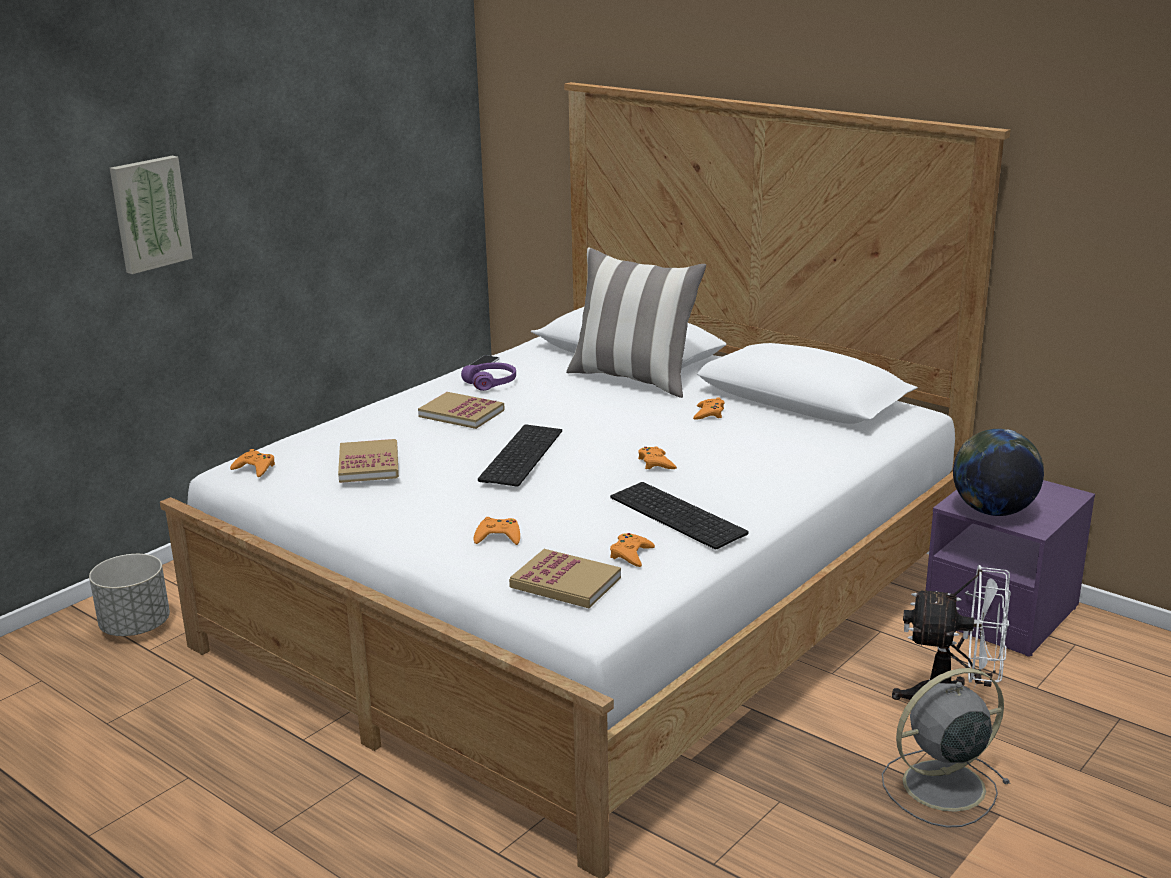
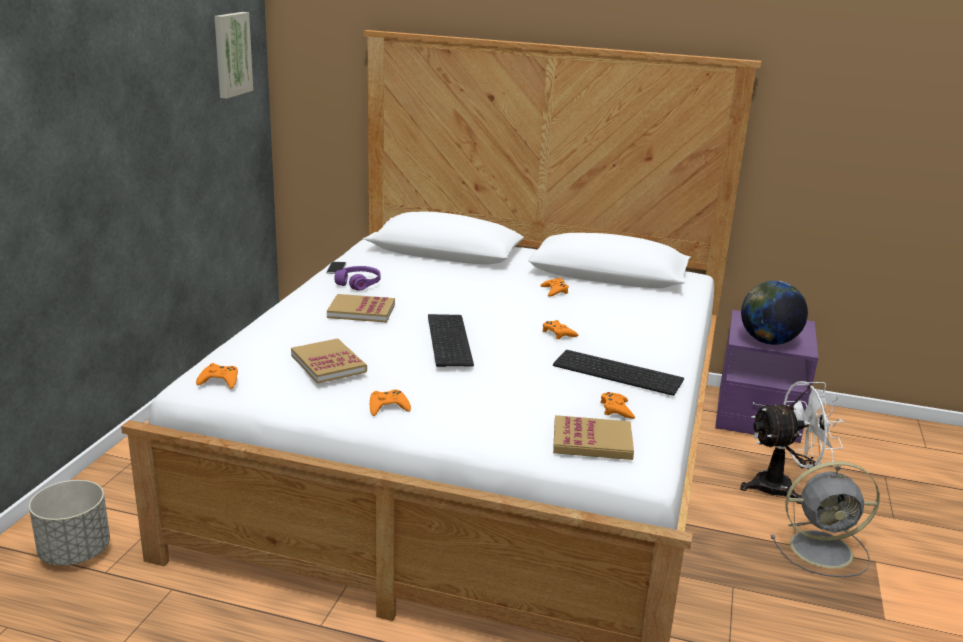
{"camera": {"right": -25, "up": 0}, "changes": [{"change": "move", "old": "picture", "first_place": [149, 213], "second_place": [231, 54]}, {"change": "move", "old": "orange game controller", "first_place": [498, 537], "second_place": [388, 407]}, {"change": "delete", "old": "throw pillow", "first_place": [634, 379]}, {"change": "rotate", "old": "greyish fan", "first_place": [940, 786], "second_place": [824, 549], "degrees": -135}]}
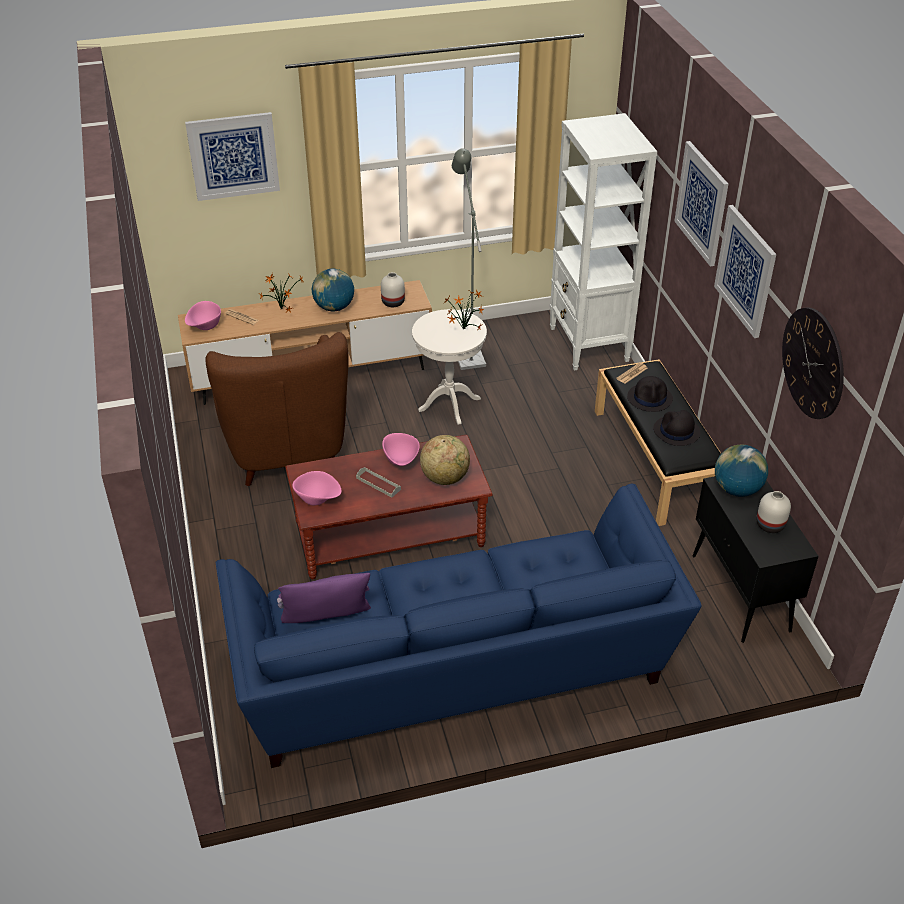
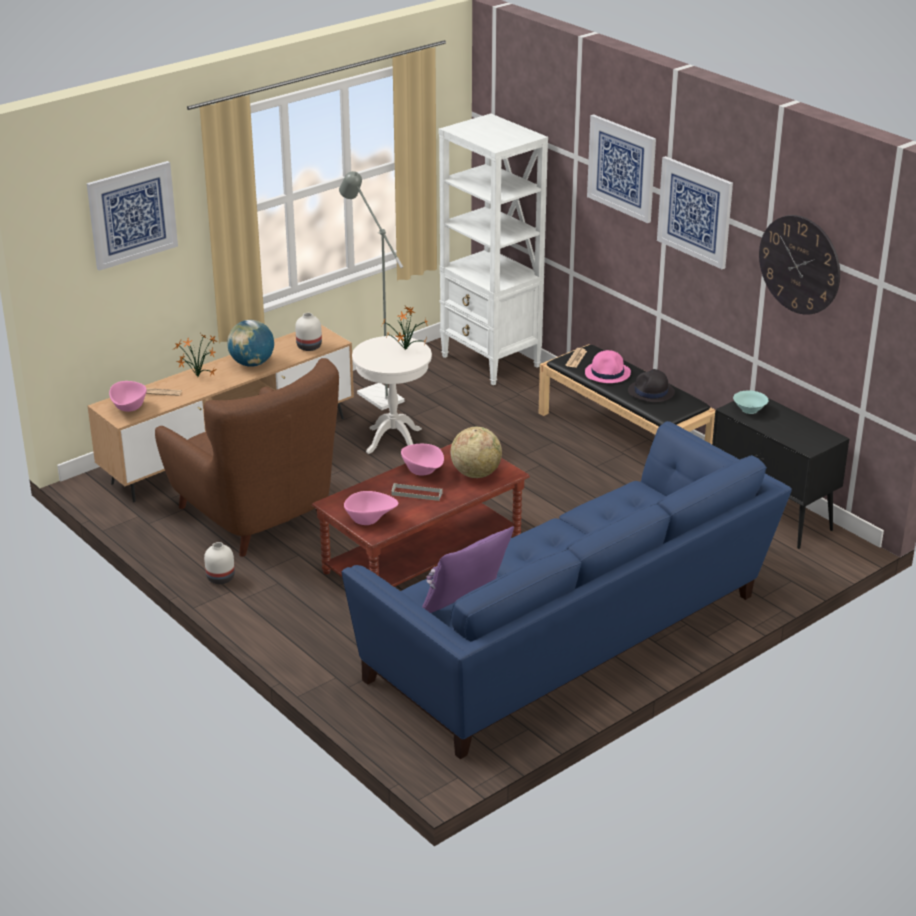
{"camera": {"right": -25, "up": -10}, "changes": [{"change": "recolor", "old": "blackish wearable hat", "new": "pinkish wearable hat", "first_place": [650, 398], "second_place": [608, 373]}, {"change": "replace", "old": "desk globe", "new": "turquoise serving bowl", "first_place": [736, 489], "second_place": [749, 410]}, {"change": "move", "old": "whitish flower vase", "first_place": [770, 524], "second_place": [220, 578]}]}
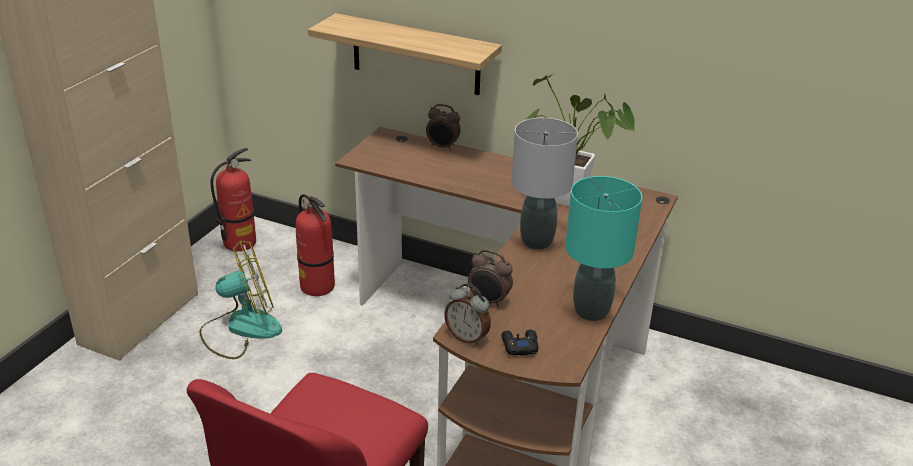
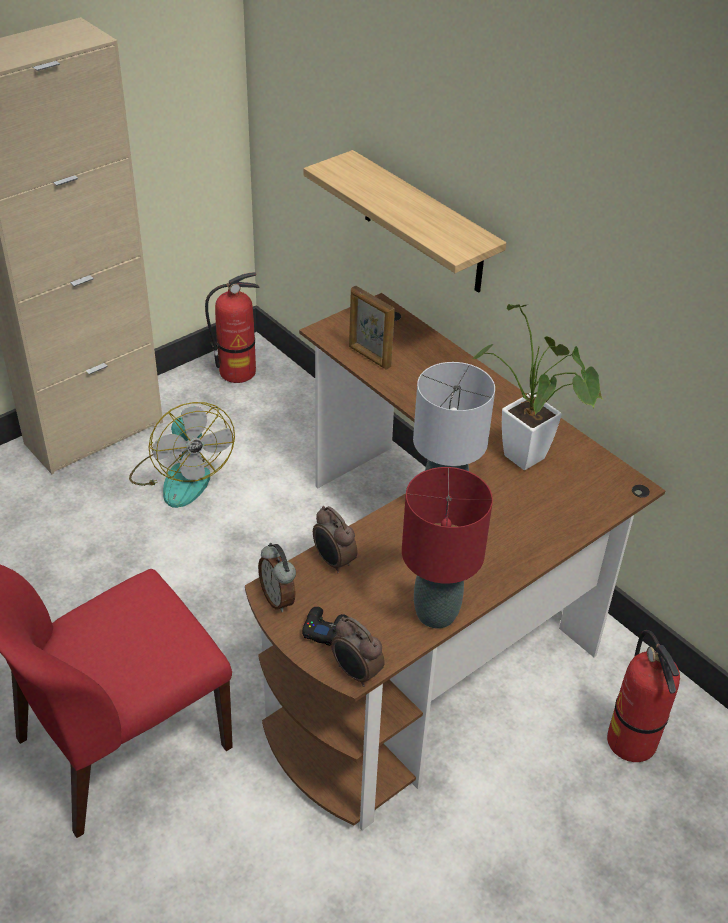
{"camera": {"right": 25, "up": 10}, "changes": [{"change": "rotate", "old": "fan", "first_place": [241, 328], "second_place": [181, 475], "degrees": 60}, {"change": "move", "old": "extinguisher", "first_place": [318, 287], "second_place": [632, 742]}, {"change": "move", "old": "table clock", "first_place": [442, 147], "second_place": [356, 673]}, {"change": "recolor", "old": "turquoise table lamp", "new": "reddish table lamp", "first_place": [590, 311], "second_place": [435, 613]}, {"change": "insert", "new": "photo frame", "second_place": [369, 357]}]}
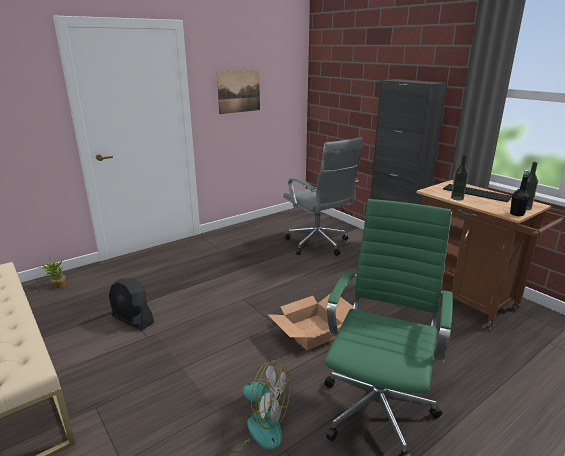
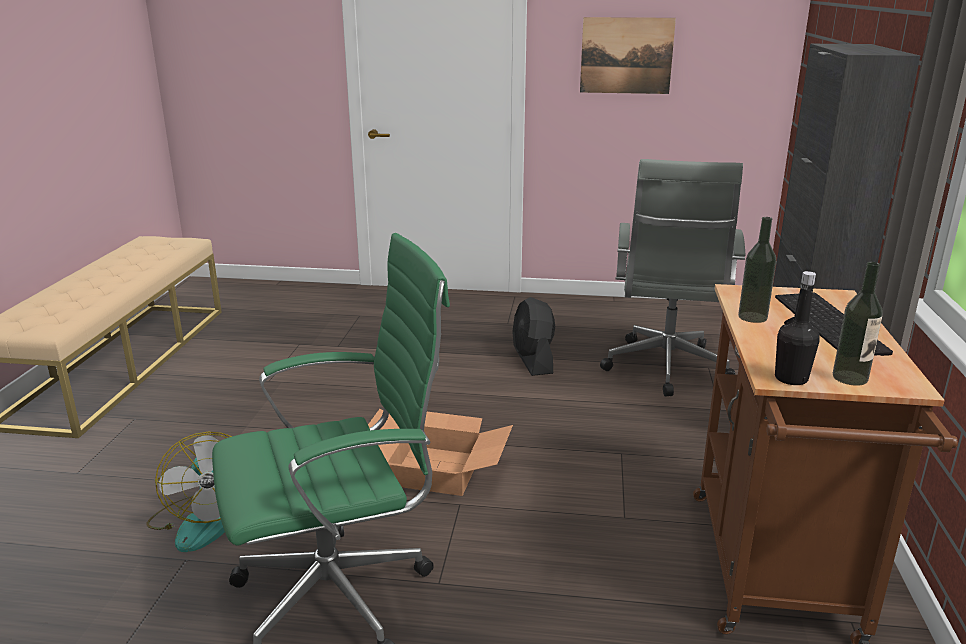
{"camera": {"right": 45, "up": 0}, "changes": [{"change": "delete", "old": "plant in a pot", "first_place": [57, 286]}, {"change": "move", "old": "blackish fan", "first_place": [132, 319], "second_place": [533, 361]}]}
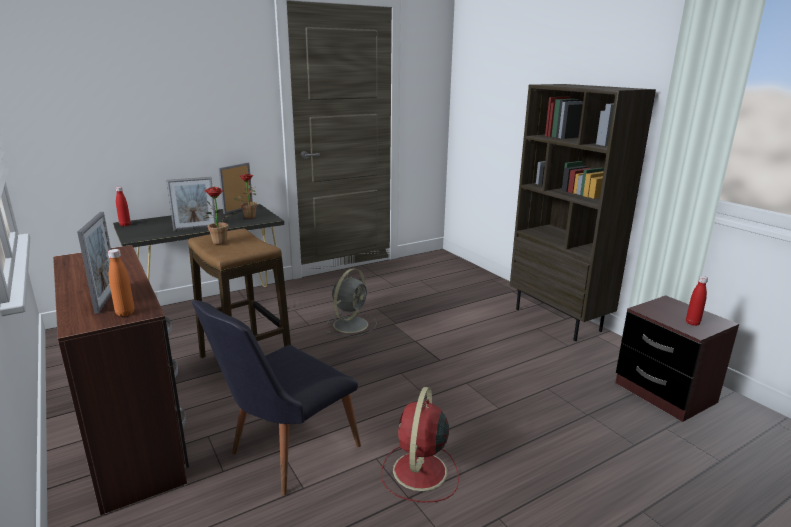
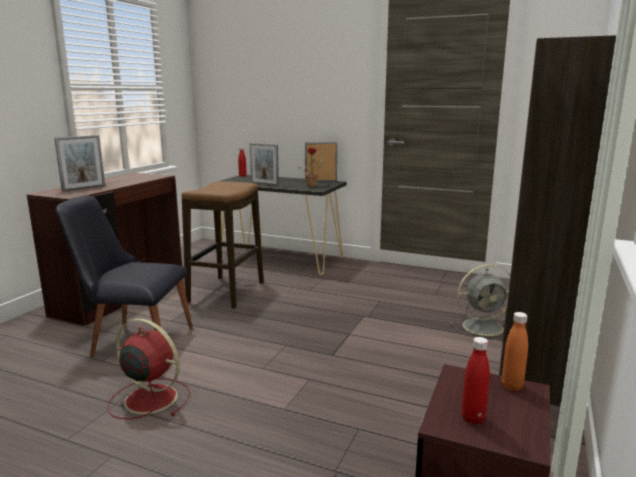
{"camera": {"right": 55, "up": -5}, "changes": [{"change": "move", "old": "orange beverage bottle", "first_place": [125, 313], "second_place": [512, 386]}, {"change": "delete", "old": "plant in a pot", "first_place": [219, 243]}, {"change": "move", "old": "greyish fan", "first_place": [351, 324], "second_place": [484, 327]}, {"change": "rotate", "old": "reddish fan", "first_place": [419, 472], "second_place": [149, 398], "degrees": 45}]}
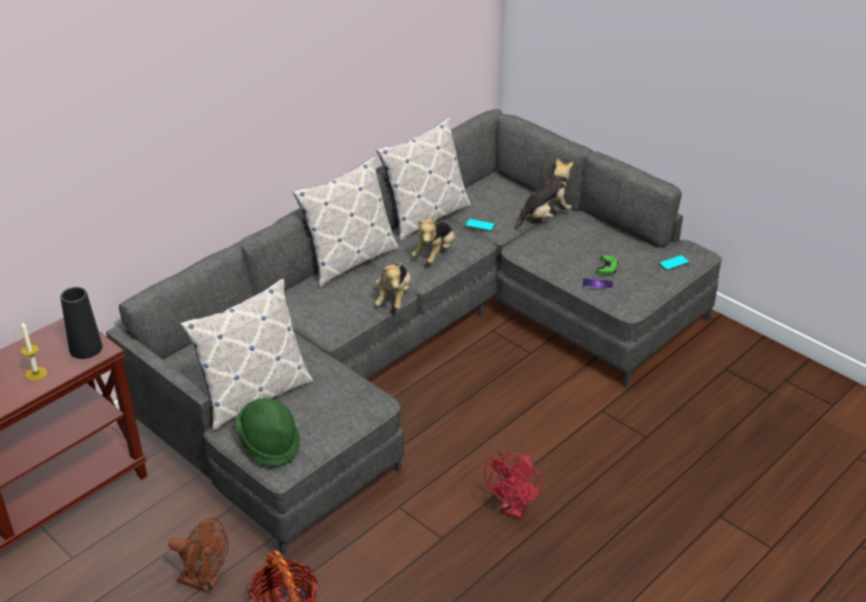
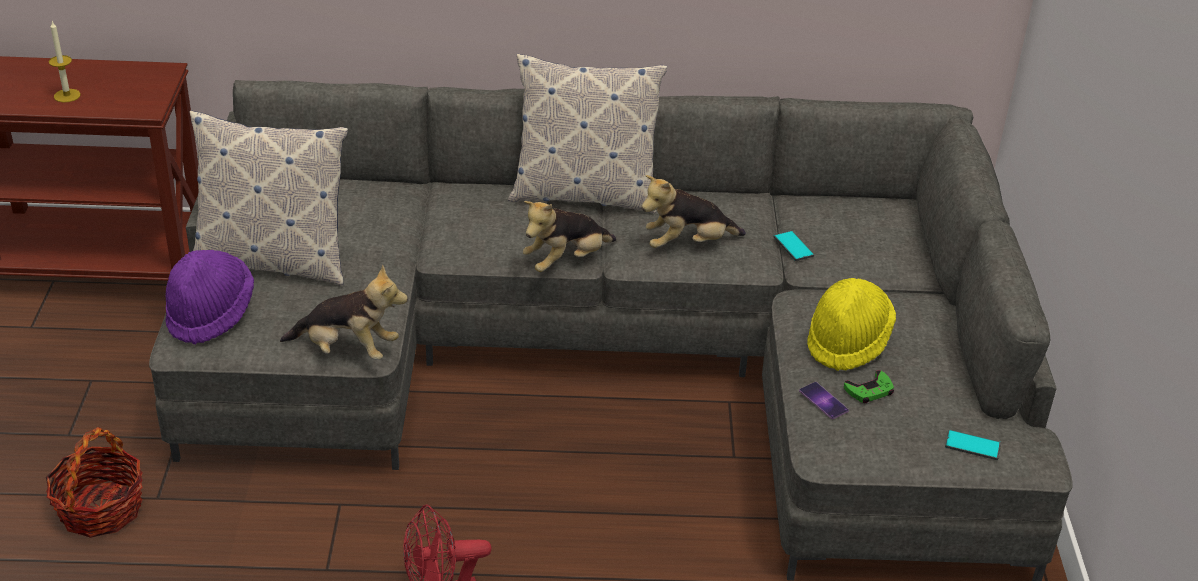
{"camera": {"right": 45, "up": 0}, "changes": [{"change": "delete", "old": "blackish flower vase", "first_place": [86, 348]}, {"change": "delete", "old": "brown-coloured fan", "first_place": [205, 581]}, {"change": "recolor", "old": "green-coloured wearable hat", "new": "purple-coloured wearable hat", "first_place": [269, 443], "second_place": [210, 313]}, {"change": "delete", "old": "throw pillow", "first_place": [425, 217]}, {"change": "move", "old": "cuddly toy", "first_place": [544, 216], "second_place": [347, 350]}, {"change": "insert", "new": "yellow-coloured wearable hat", "second_place": [847, 341]}]}
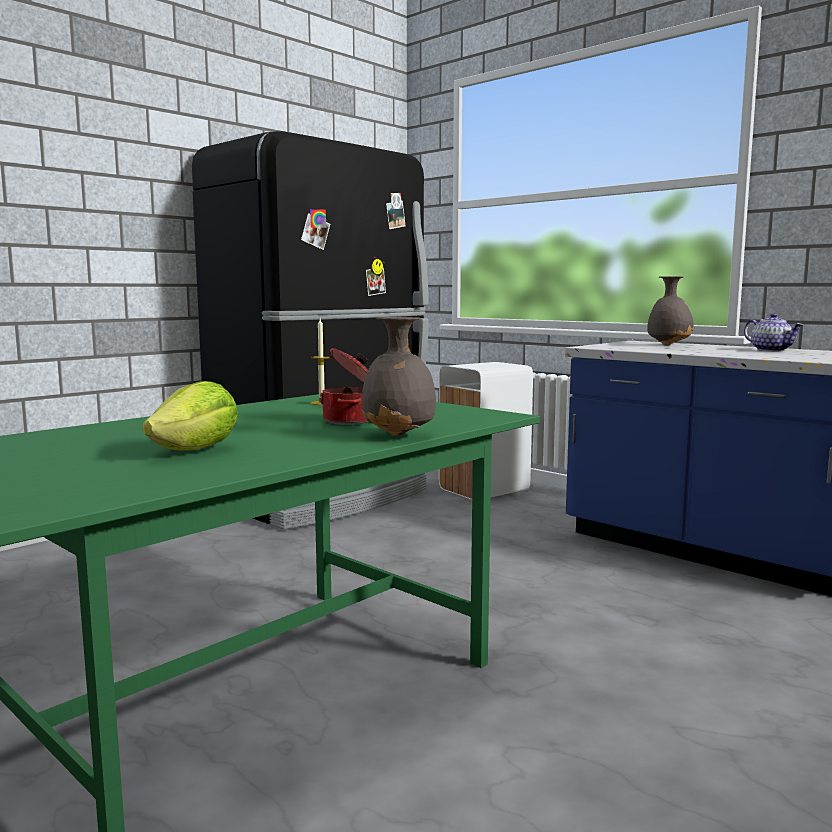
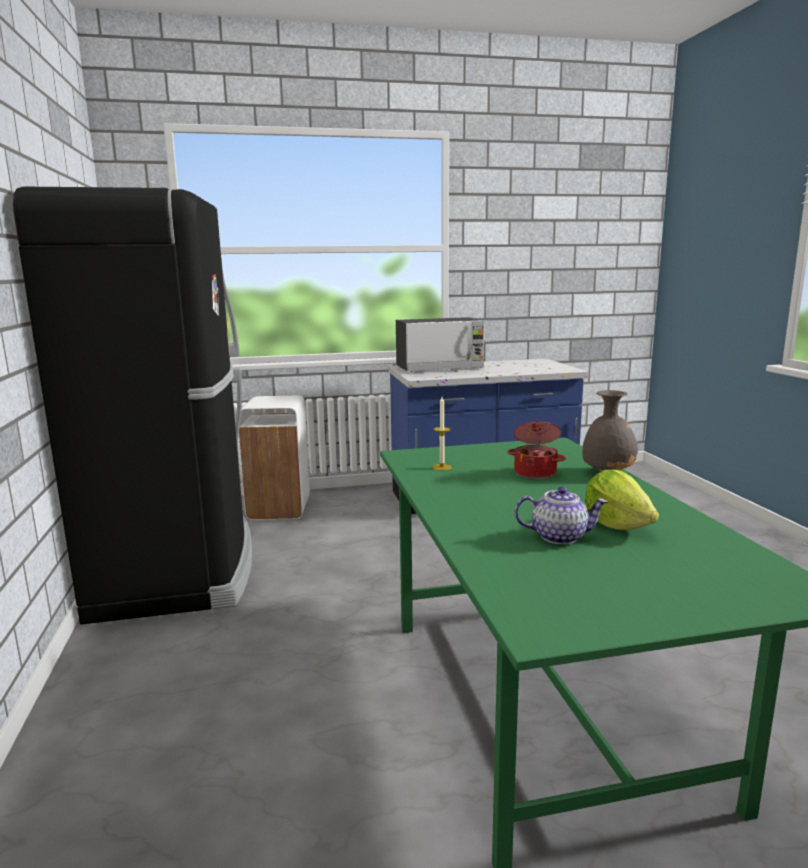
{"camera": {"right": -55, "up": 5}, "changes": [{"change": "replace", "old": "greyish flower vase", "new": "microwave oven", "first_place": [669, 345], "second_place": [440, 368]}, {"change": "move", "old": "teapot", "first_place": [771, 350], "second_place": [559, 536]}]}
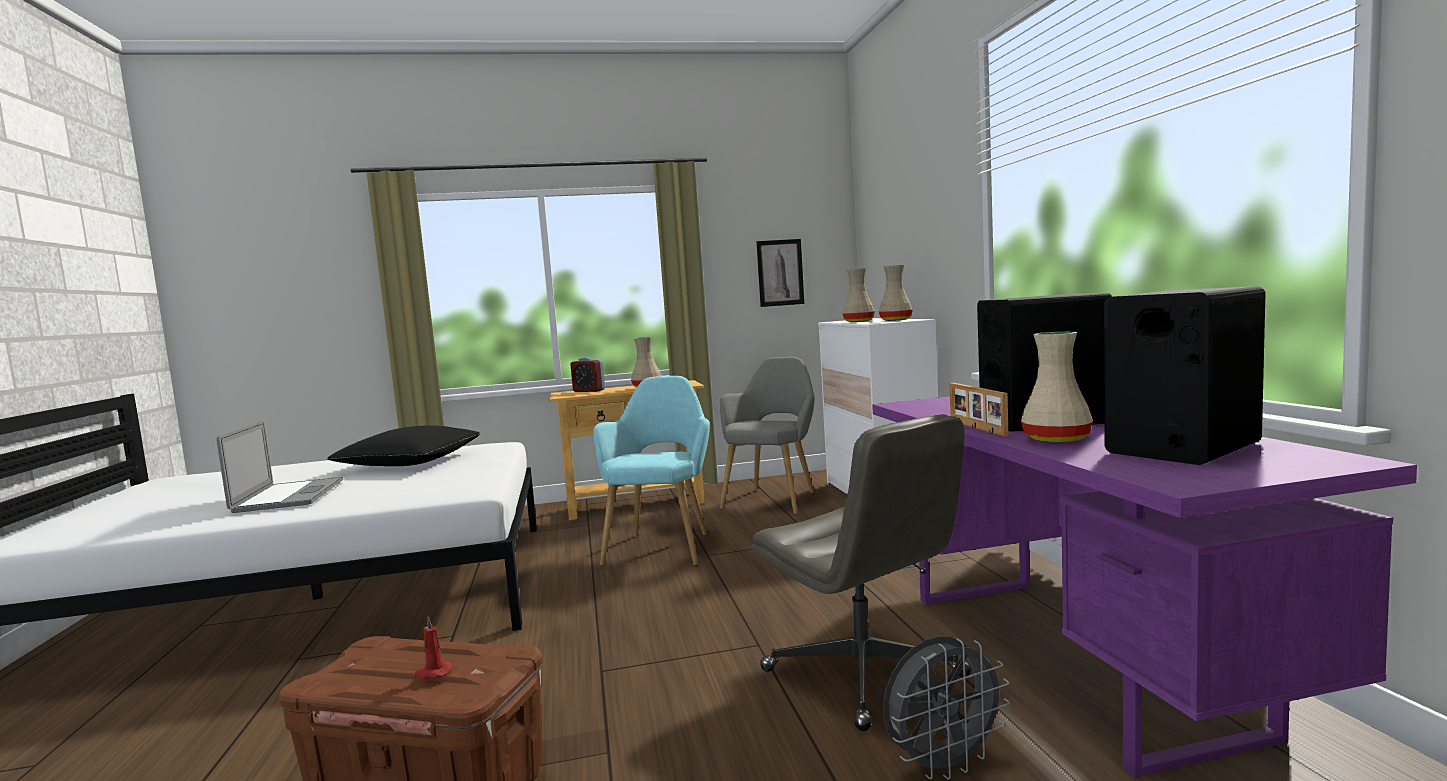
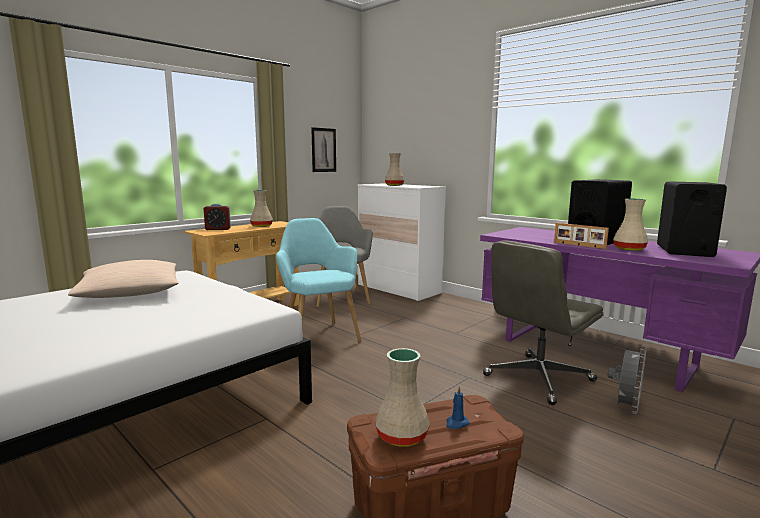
{"camera": {"right": -35, "up": 5}, "changes": [{"change": "delete", "old": "laptop", "first_place": [289, 495]}, {"change": "recolor", "old": "blackish throw pillow", "new": "beige throw pillow", "first_place": [410, 463], "second_place": [130, 293]}, {"change": "recolor", "old": "reddish wax candle", "new": "blue wax candle", "first_place": [433, 673], "second_place": [456, 423]}, {"change": "rotate", "old": "greyish office chair", "first_place": [865, 674], "second_place": [538, 379], "degrees": 120}, {"change": "move", "old": "beige flower vase", "first_place": [896, 320], "second_place": [403, 437]}]}
